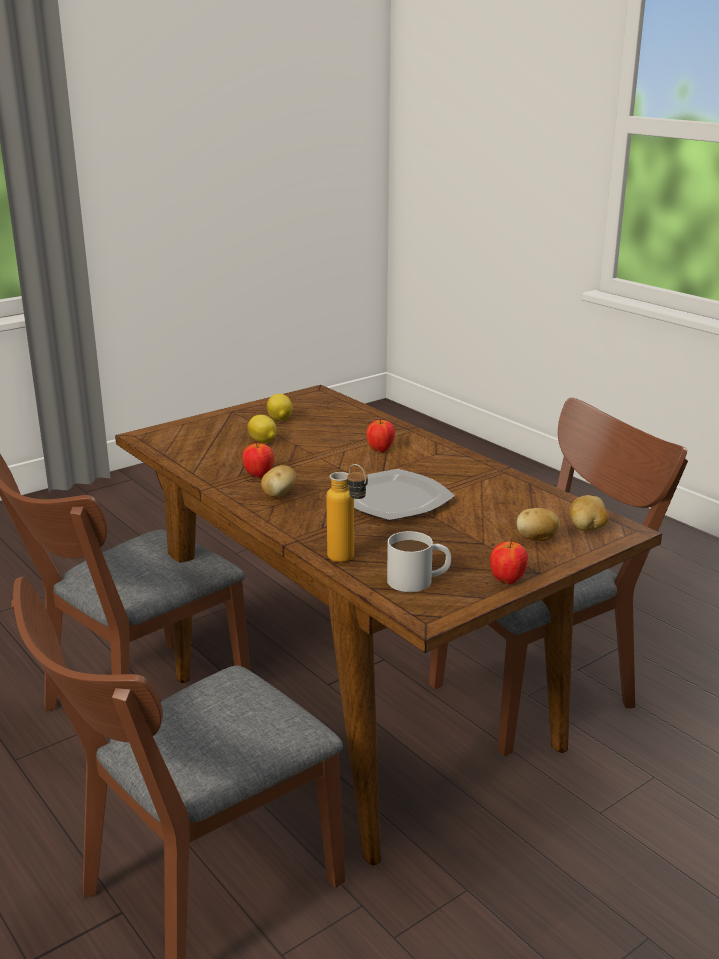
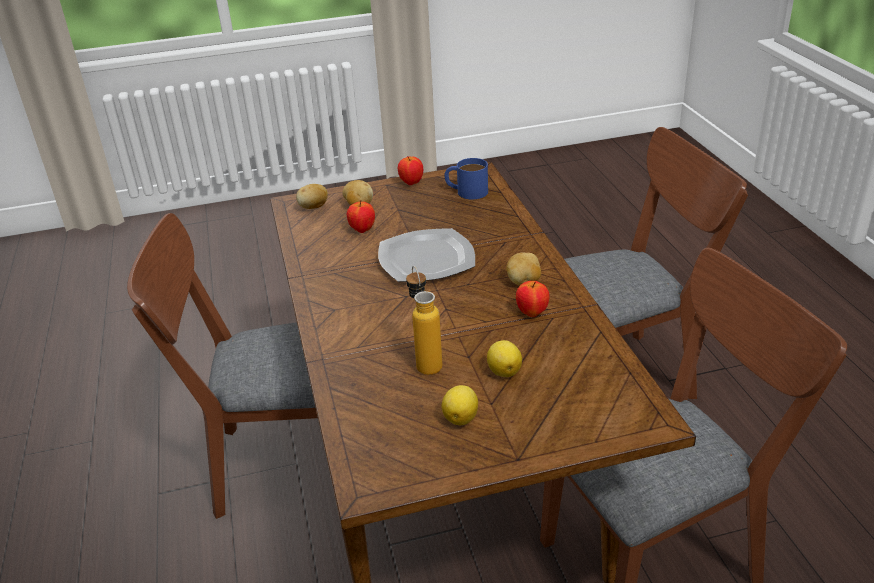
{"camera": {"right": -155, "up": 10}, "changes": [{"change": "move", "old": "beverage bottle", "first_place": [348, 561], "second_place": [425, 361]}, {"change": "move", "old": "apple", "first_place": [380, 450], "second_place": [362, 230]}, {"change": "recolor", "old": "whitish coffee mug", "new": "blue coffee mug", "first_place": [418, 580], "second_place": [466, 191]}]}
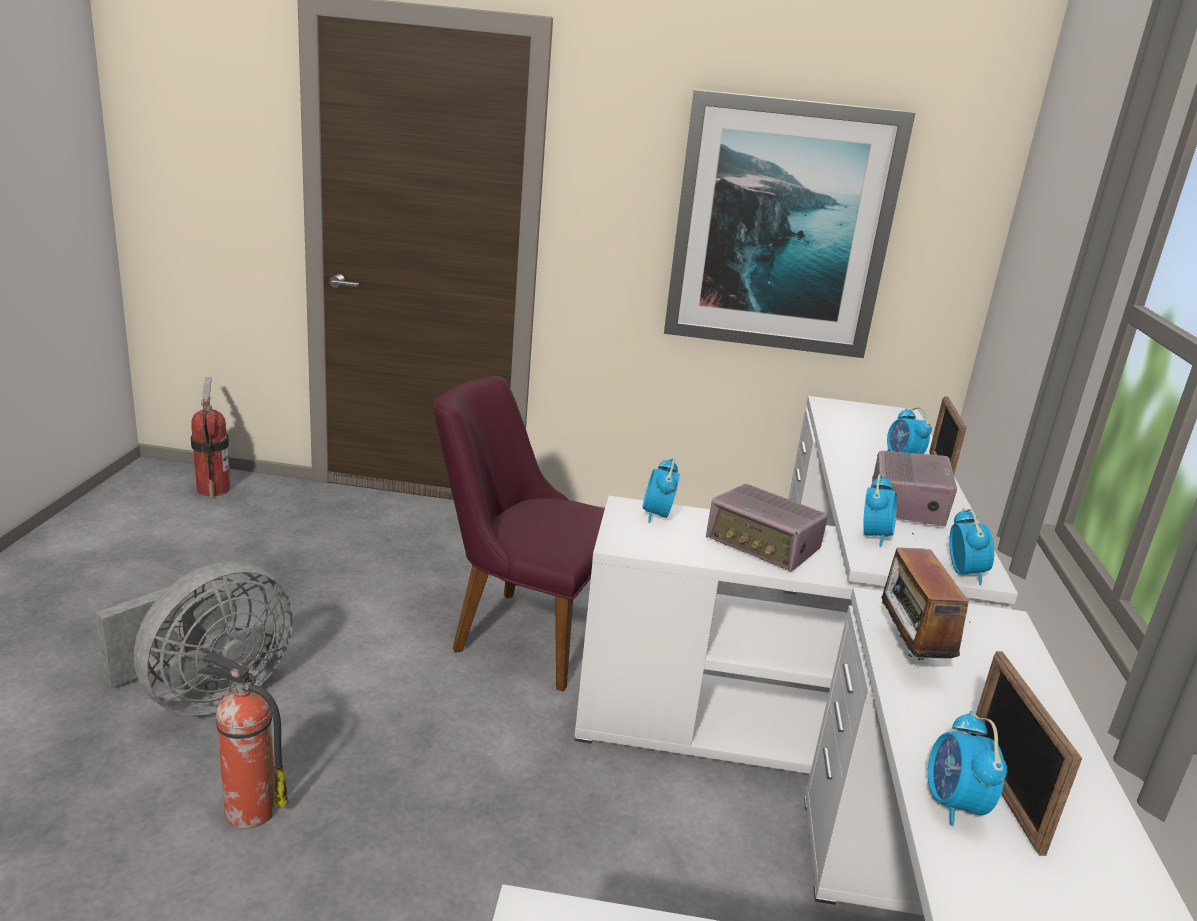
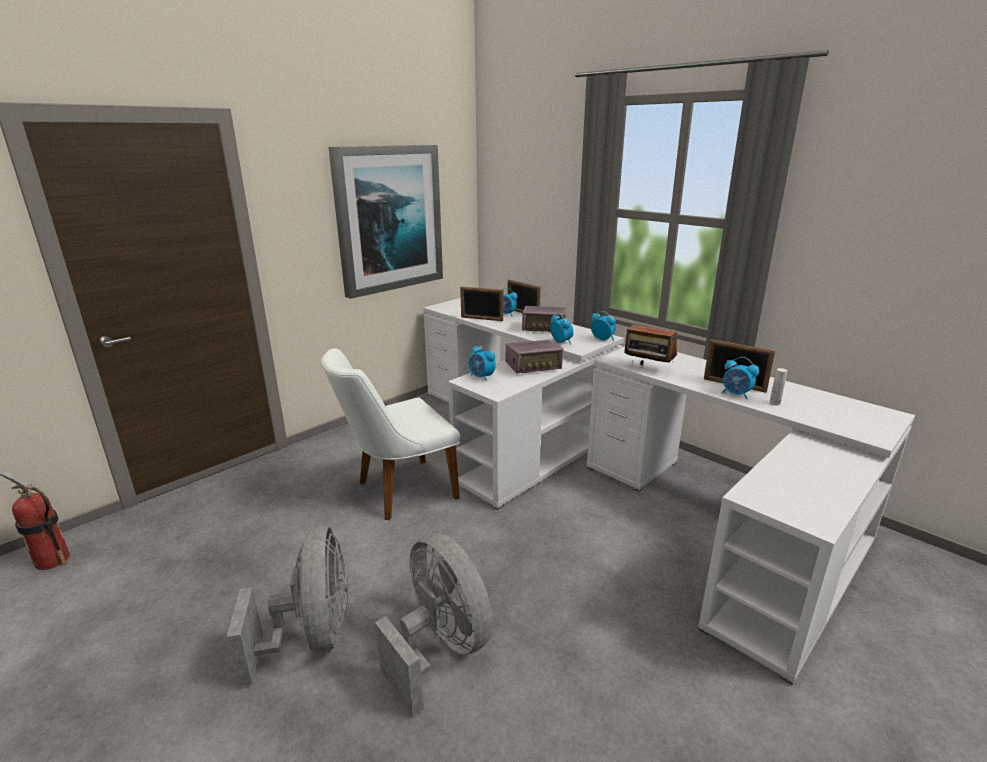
{"camera": {"right": -50, "up": 0}, "changes": [{"change": "replace", "old": "extinguisher", "new": "greyish fan", "first_place": [247, 810], "second_place": [440, 648]}, {"change": "recolor", "old": "purple-coloured chair", "new": "whitish chair", "first_place": [519, 632], "second_place": [398, 492]}, {"change": "rotate", "old": "radio receiver", "first_place": [907, 505], "second_place": [544, 328], "degrees": 135}, {"change": "insert", "new": "photo frame", "second_place": [481, 319]}, {"change": "insert", "new": "whitish beverage bottle", "second_place": [774, 403]}]}
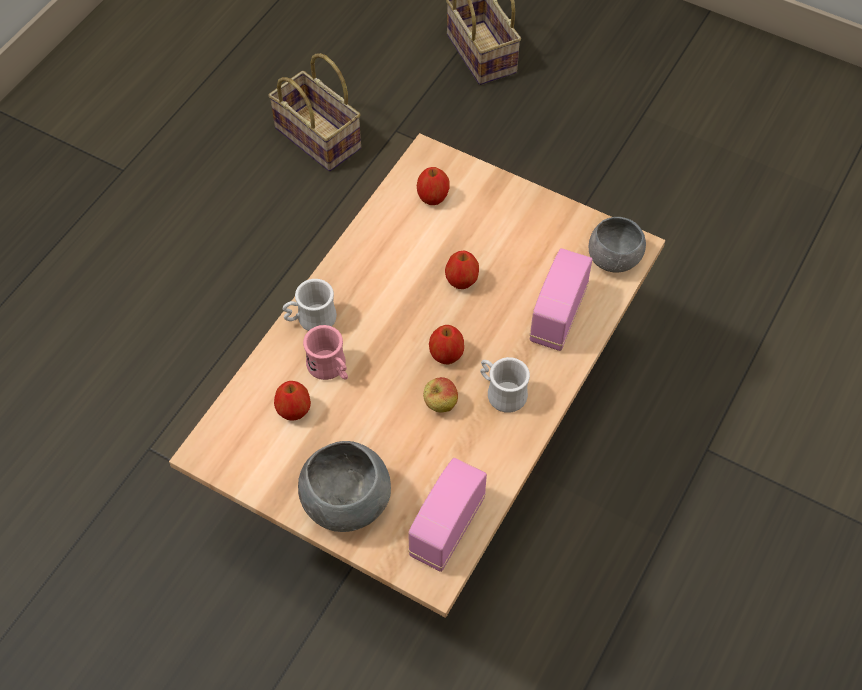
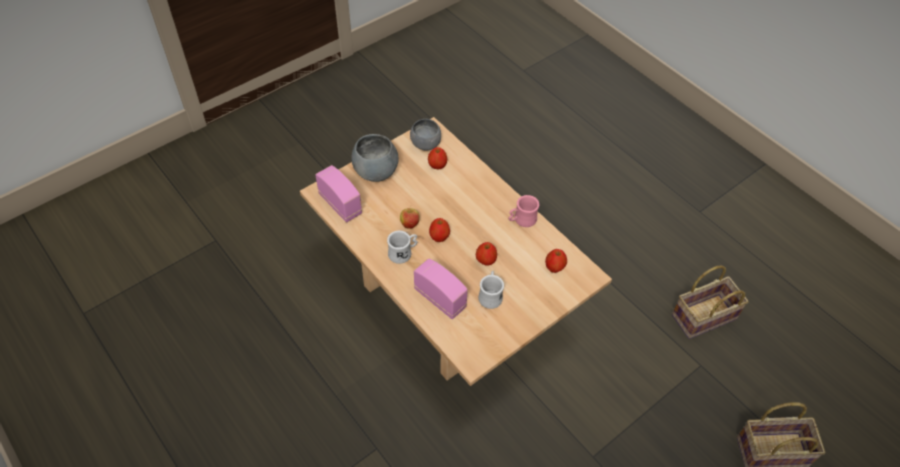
{"camera": {"right": 110, "up": -5}, "changes": [{"change": "move", "old": "whitish coffee mug", "first_place": [310, 319], "second_place": [490, 295]}, {"change": "move", "old": "pinkish coffee mug", "first_place": [330, 368], "second_place": [521, 220]}, {"change": "move", "old": "greyish serving bowl", "first_place": [614, 259], "second_place": [425, 144]}]}
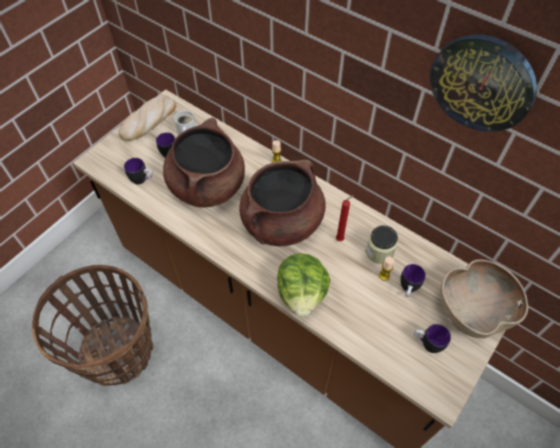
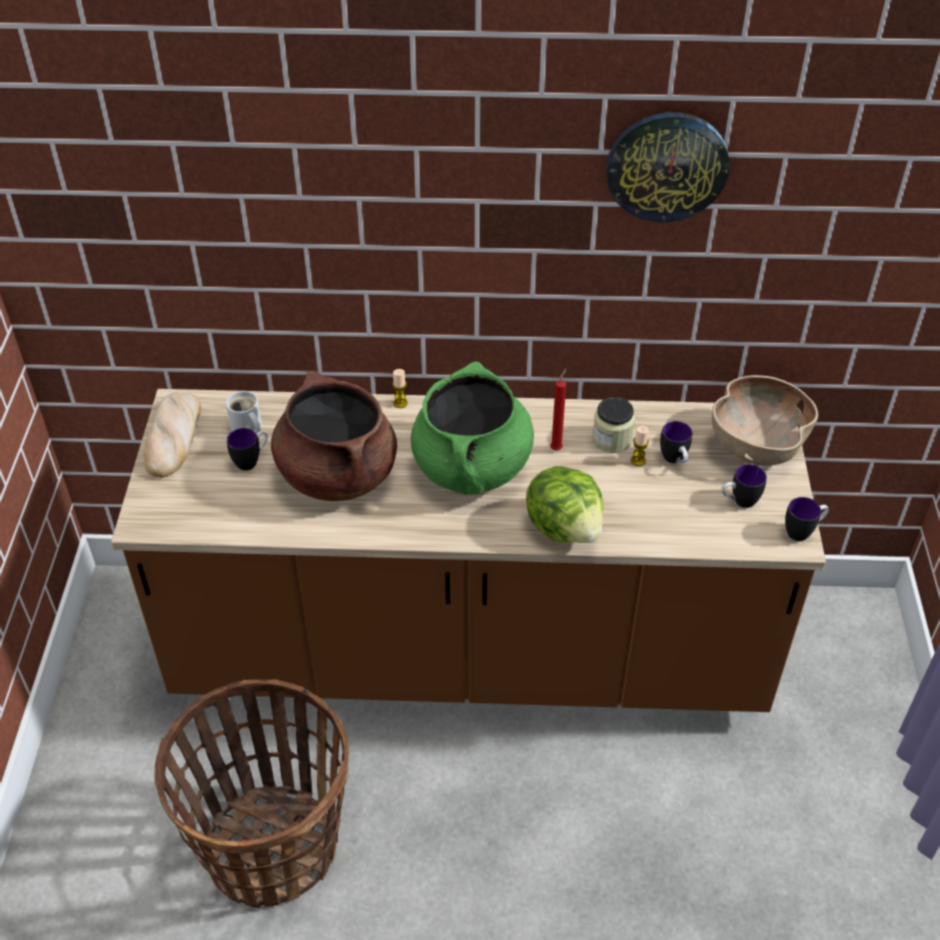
{"camera": {"right": -35, "up": -10}, "changes": [{"change": "move", "old": "coffee mug", "first_place": [142, 180], "second_place": [803, 532]}, {"change": "recolor", "old": "brown-coloured saucepot", "new": "green-coloured saucepot", "first_place": [282, 223], "second_place": [472, 467]}]}
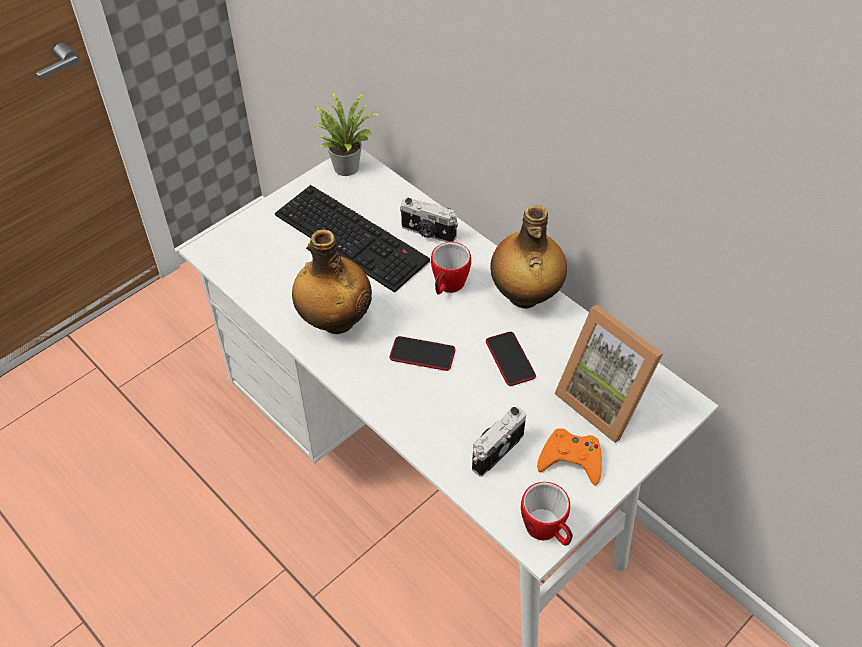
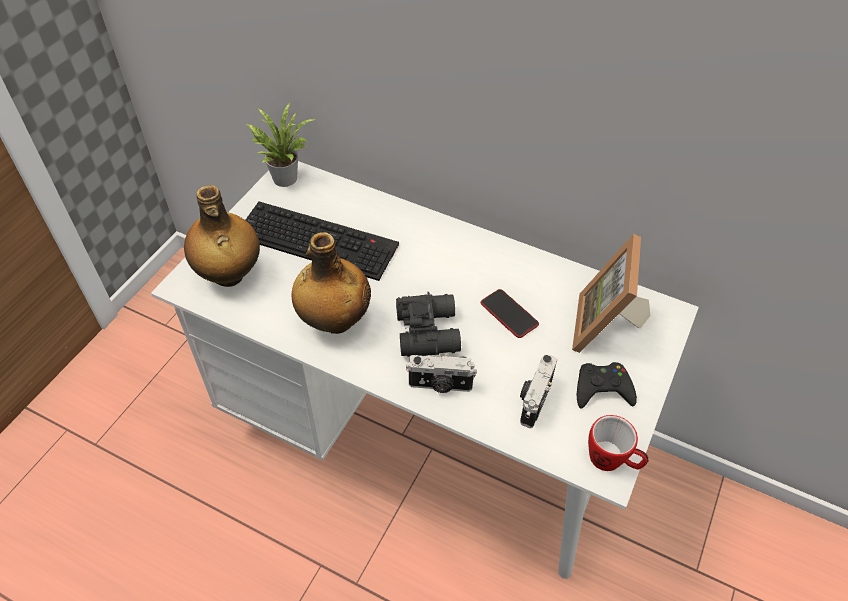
{"camera": {"right": -20, "up": 0}, "changes": [{"change": "replace", "old": "phone", "new": "blackish binoculars", "first_place": [422, 354], "second_place": [429, 330]}, {"change": "move", "old": "still camera", "first_place": [428, 233], "second_place": [440, 385]}, {"change": "delete", "old": "coffee mug", "first_place": [447, 287]}, {"change": "move", "old": "beverage bottle", "first_place": [524, 296], "second_place": [229, 275]}, {"change": "recolor", "old": "orange game controller", "new": "blackish game controller", "first_place": [571, 459], "second_place": [602, 389]}, {"change": "rotate", "old": "photo frame", "first_place": [605, 400], "second_place": [606, 327], "degrees": 75}]}
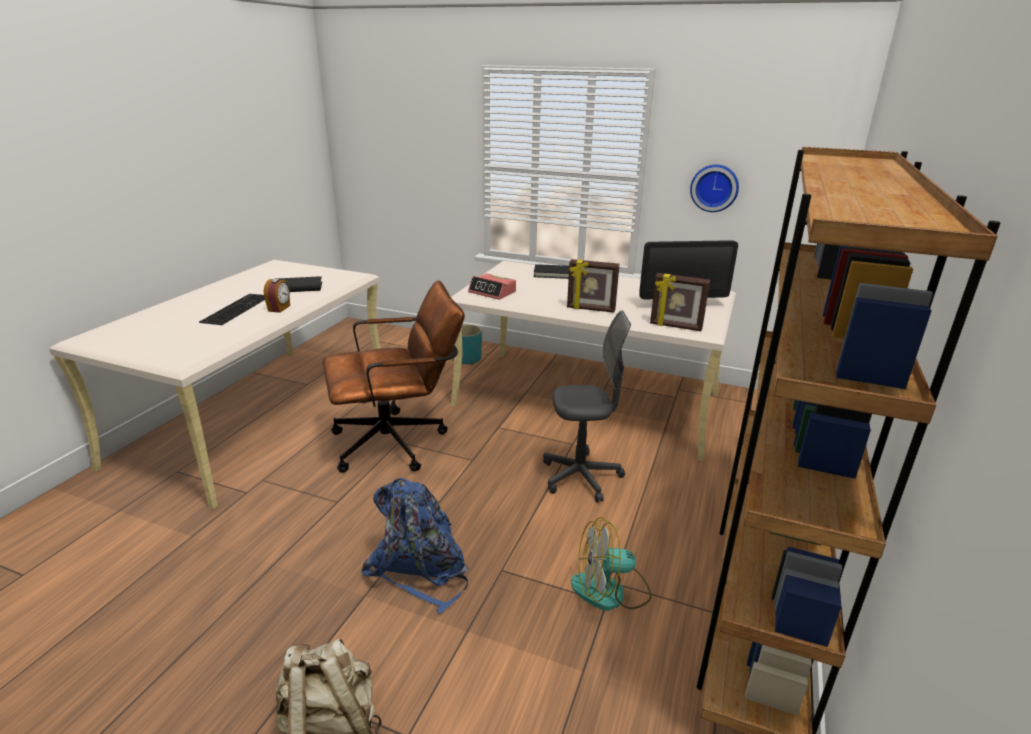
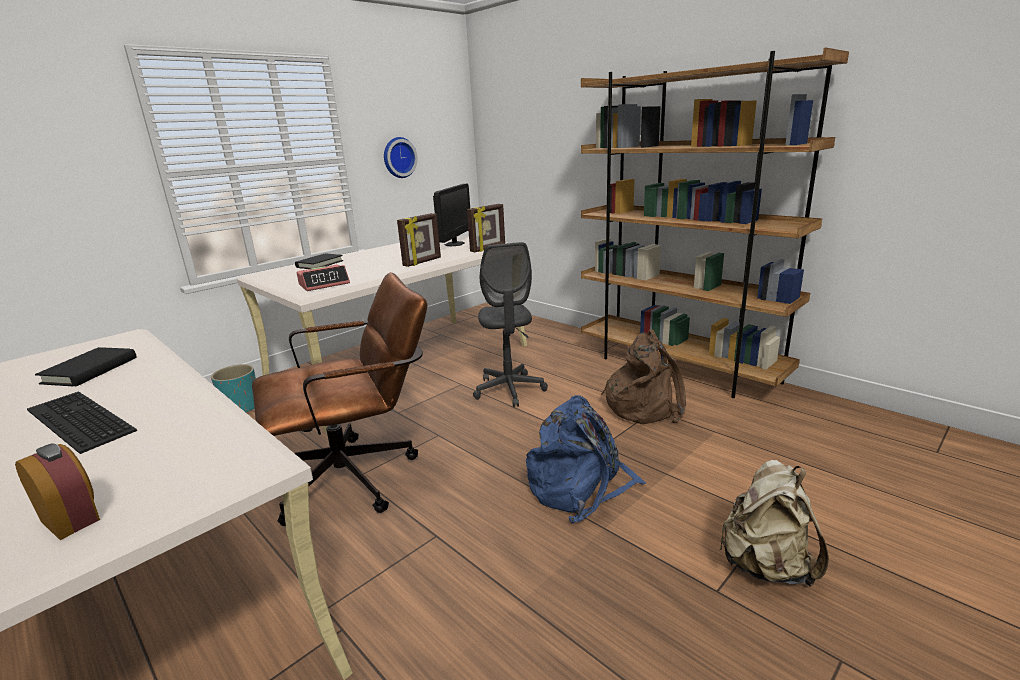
{"camera": {"right": -65, "up": -5}, "changes": [{"change": "move", "old": "table clock", "first_place": [280, 308], "second_place": [72, 519]}, {"change": "rotate", "old": "brown-coloured office chair", "first_place": [399, 442], "second_place": [359, 476], "degrees": 60}, {"change": "rotate", "old": "greyish office chair", "first_place": [581, 477], "second_place": [509, 390], "degrees": 150}, {"change": "replace", "old": "fan", "new": "brown-coloured backpack", "first_place": [610, 591], "second_place": [644, 406]}]}
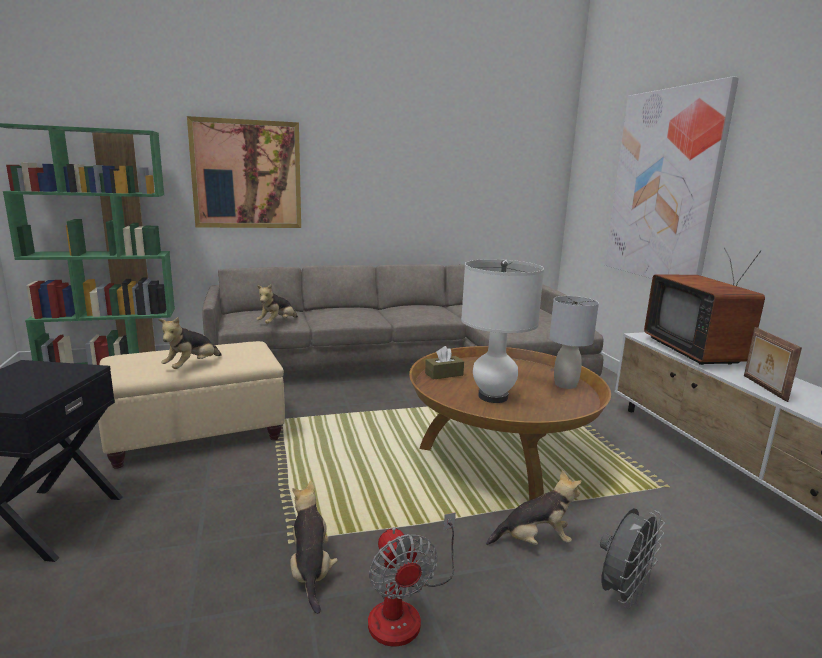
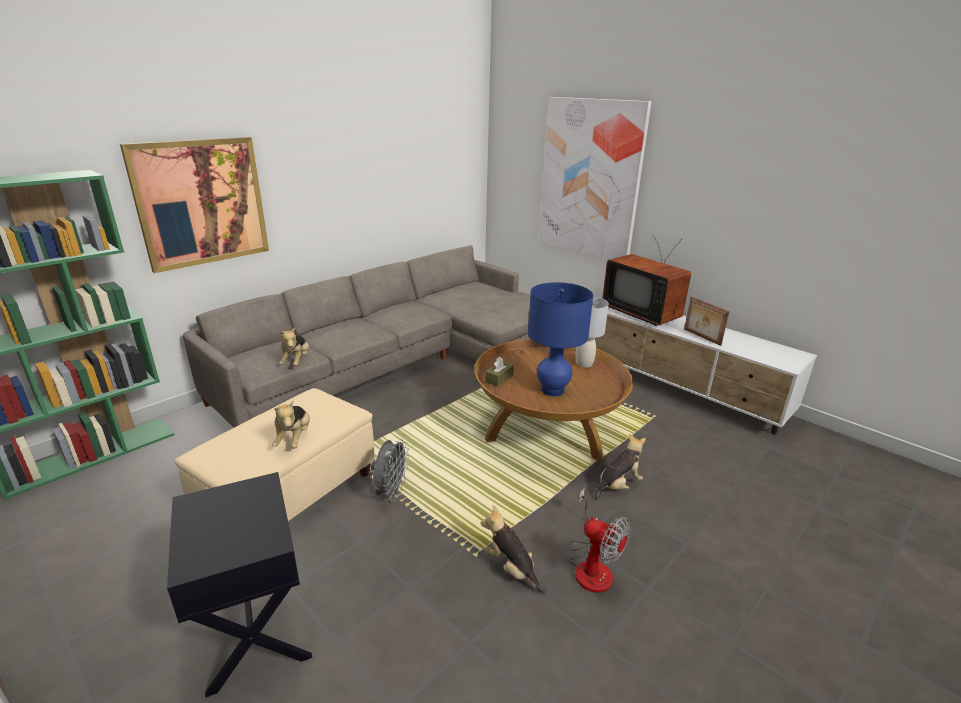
{"camera": {"right": -30, "up": 10}, "changes": [{"change": "recolor", "old": "whitish table lamp", "new": "blue table lamp", "first_place": [493, 397], "second_place": [552, 390]}, {"change": "move", "old": "greyish fan", "first_place": [622, 593], "second_place": [391, 492]}]}
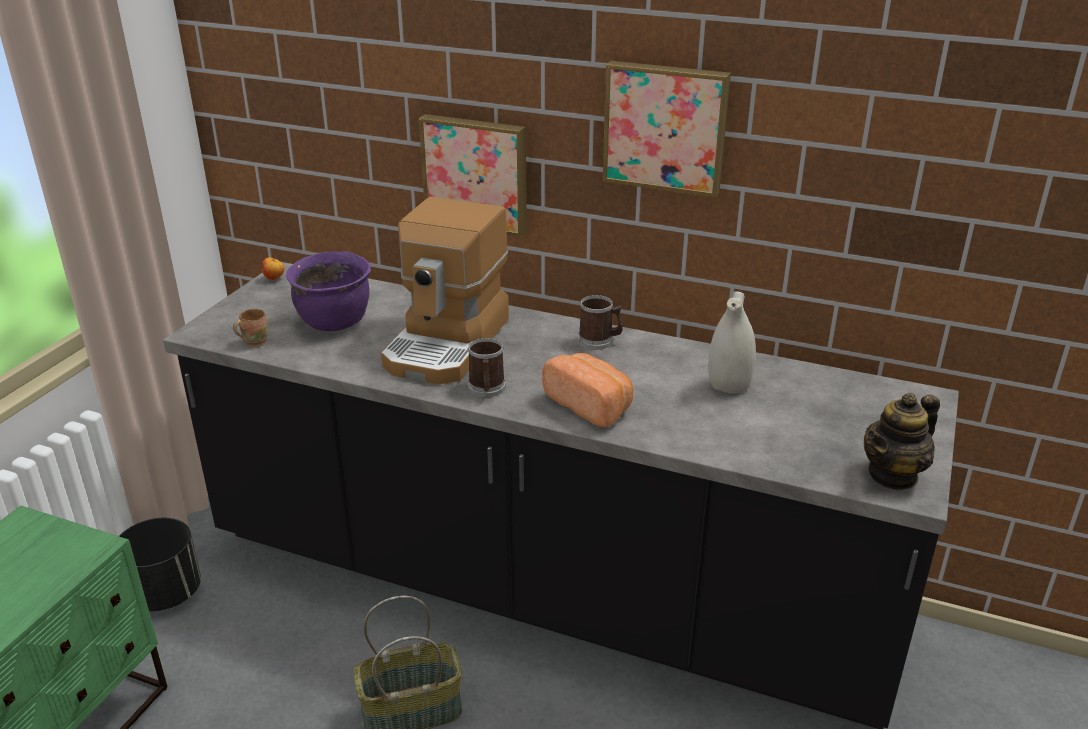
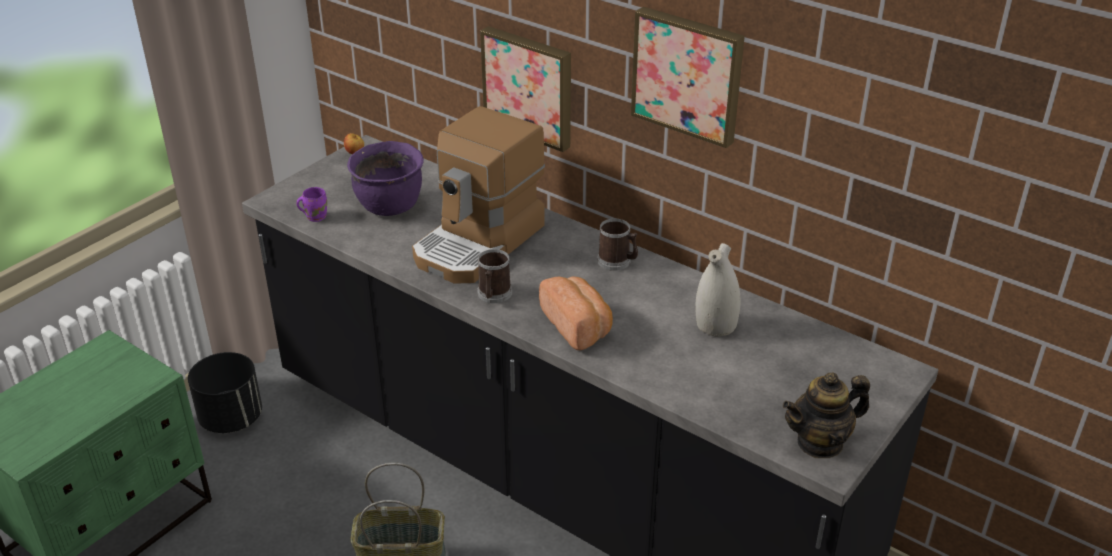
{"camera": {"right": 15, "up": 5}, "changes": [{"change": "recolor", "old": "brown-coloured coffee mug", "new": "purple-coloured coffee mug", "first_place": [254, 342], "second_place": [315, 216]}]}
